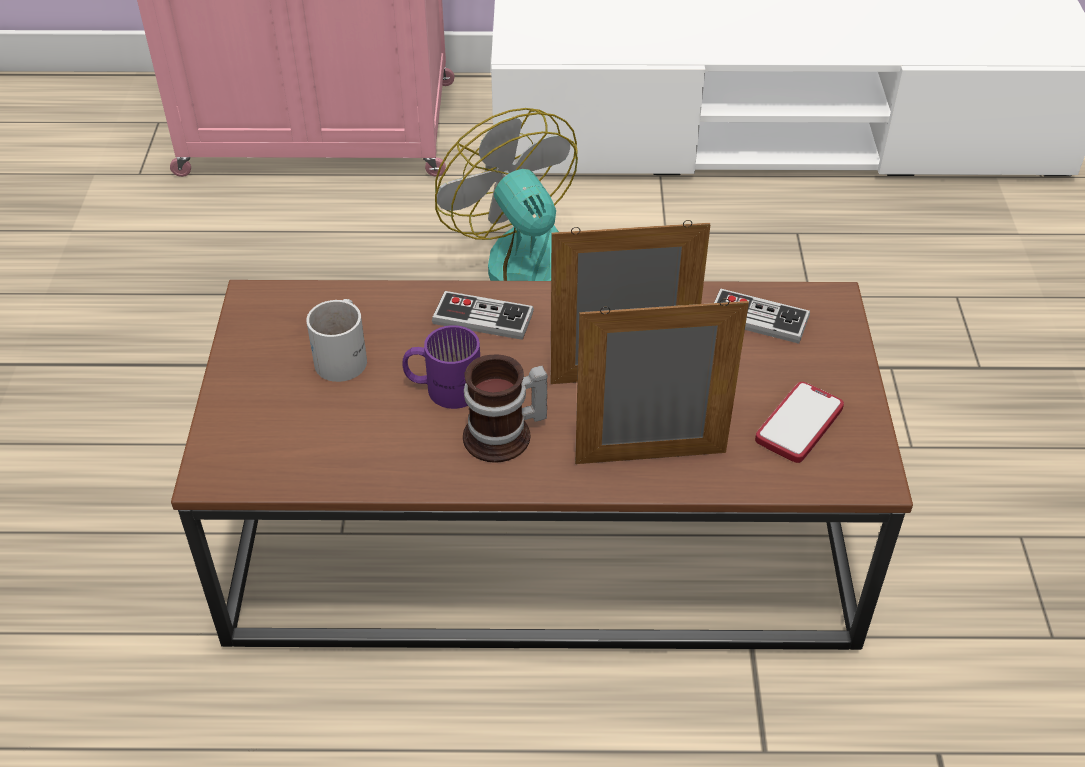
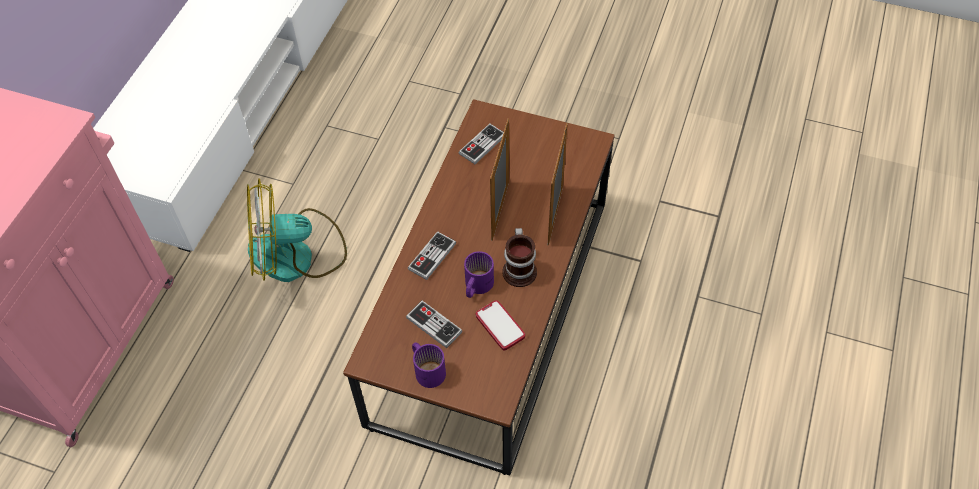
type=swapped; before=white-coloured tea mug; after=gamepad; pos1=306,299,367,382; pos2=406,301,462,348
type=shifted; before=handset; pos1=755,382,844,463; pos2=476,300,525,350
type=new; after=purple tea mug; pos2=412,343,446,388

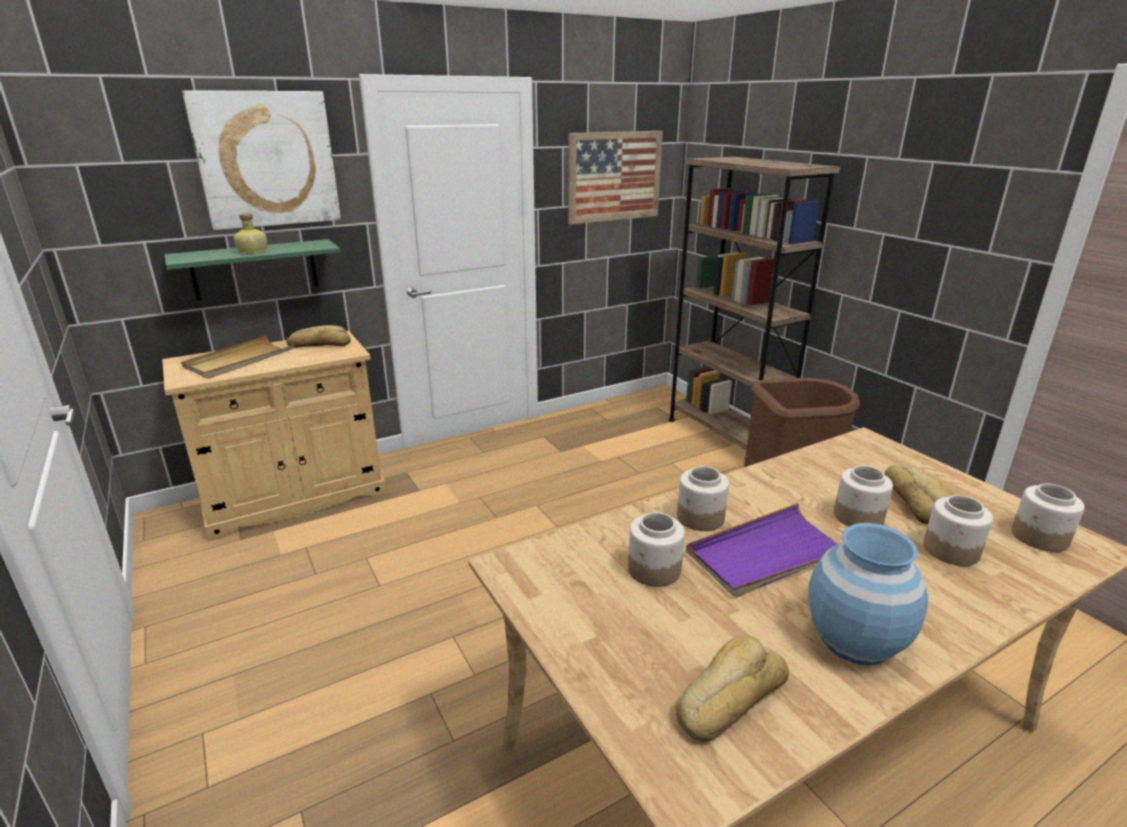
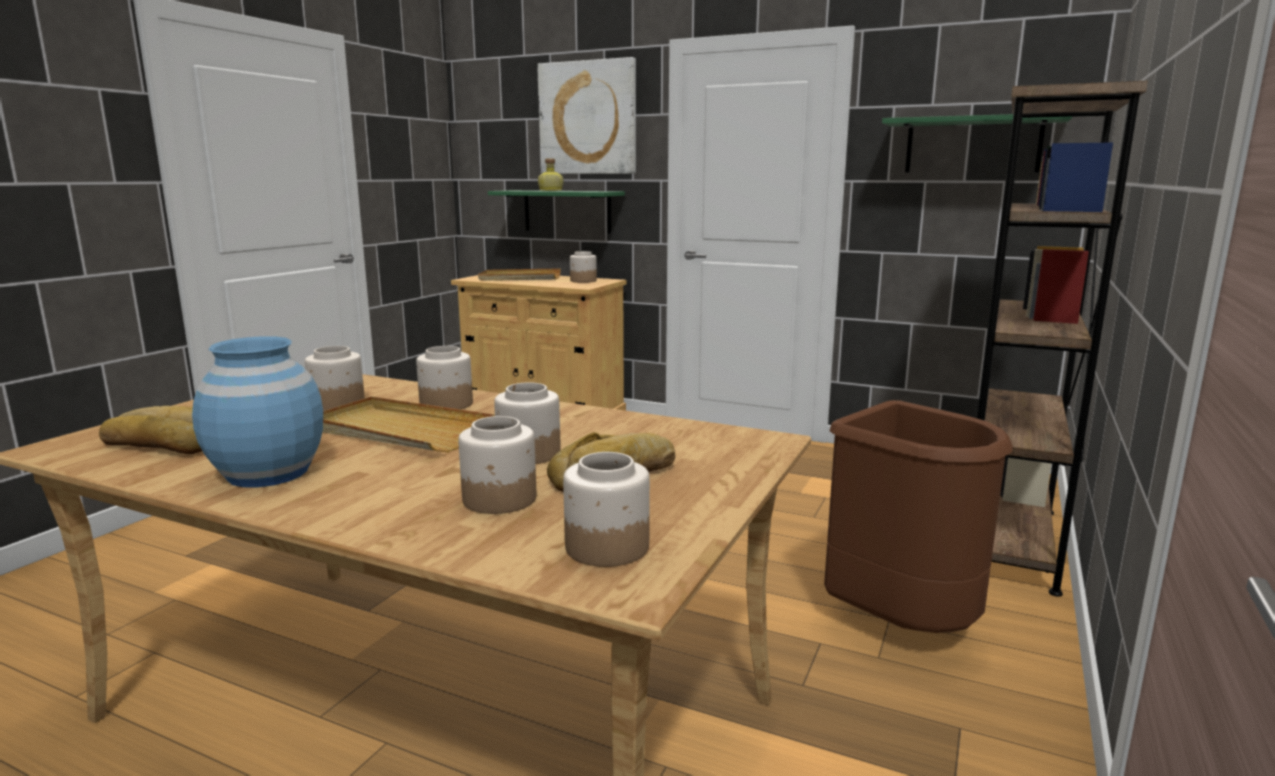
type=swapped; before=baked bread; after=jar; pos1=287,325,351,348; pos2=570,251,597,283
type=swapped; before=wall picture; after=green bracket shelf; pos1=568,131,663,225; pos2=882,114,1072,172
type=repainted; before=purple tray; after=beige-coloured tray; pos1=686,503,839,598; pos2=322,396,495,452

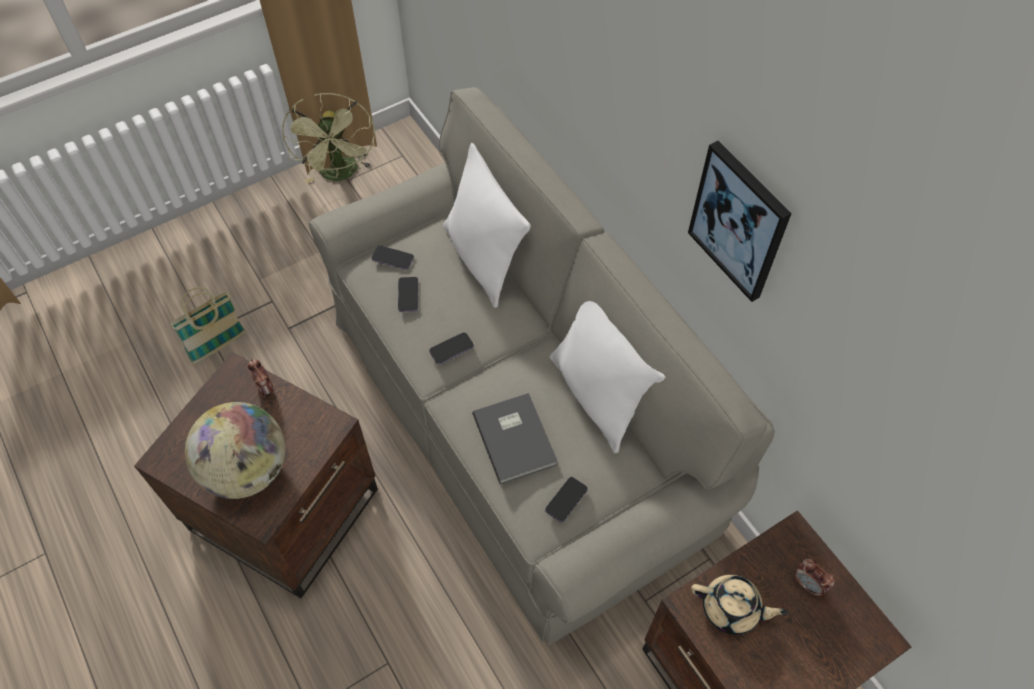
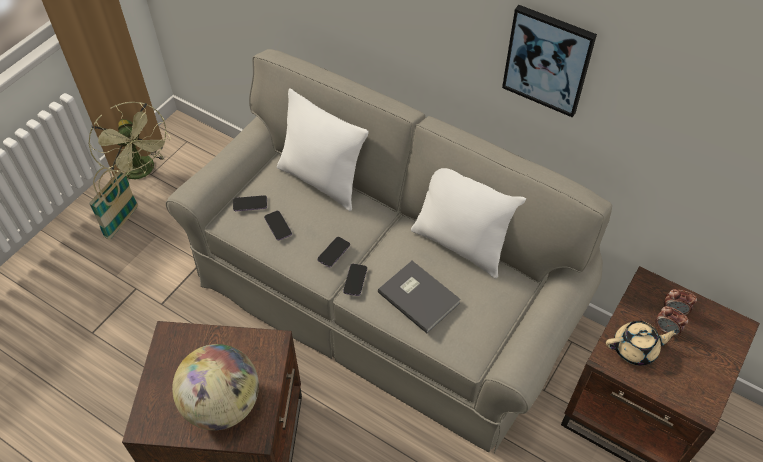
type=shifted; before=basket; pos1=170,287,246,364; pos2=89,167,138,239
type=shifted; before=bedside clock; pos1=248,359,274,397; pos2=655,306,688,337
type=shifted; before=handset; pos1=545,477,588,523; pos2=343,264,367,296

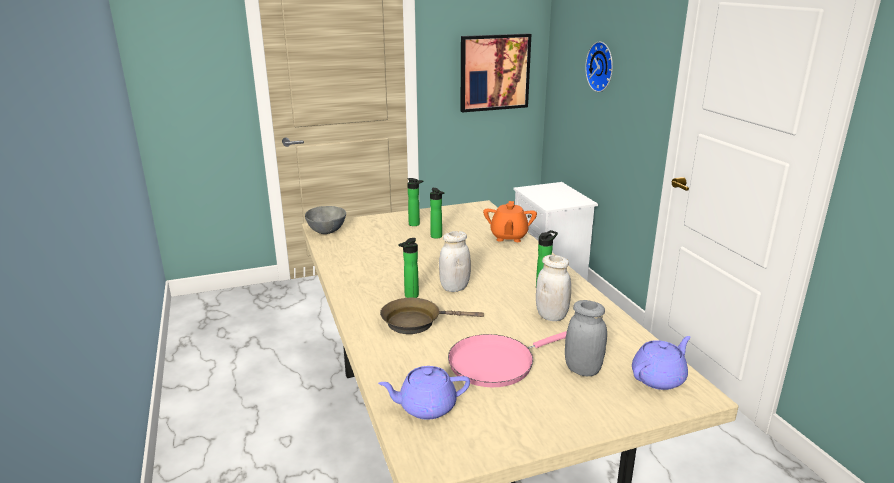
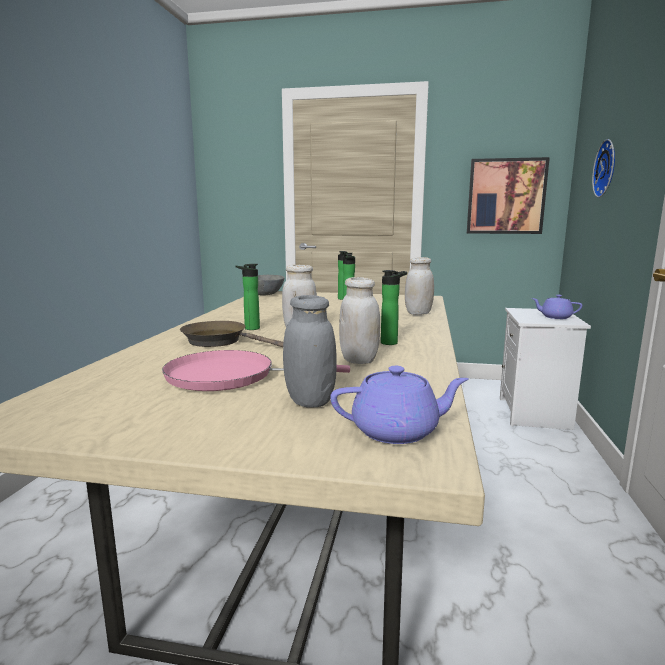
type=shifted; before=purple tea pot; pos1=378,366,470,420; pos2=532,295,582,319
type=swapped; before=orange tea pot; after=white-coloured jar; pos1=483,201,537,242; pos2=405,257,434,315

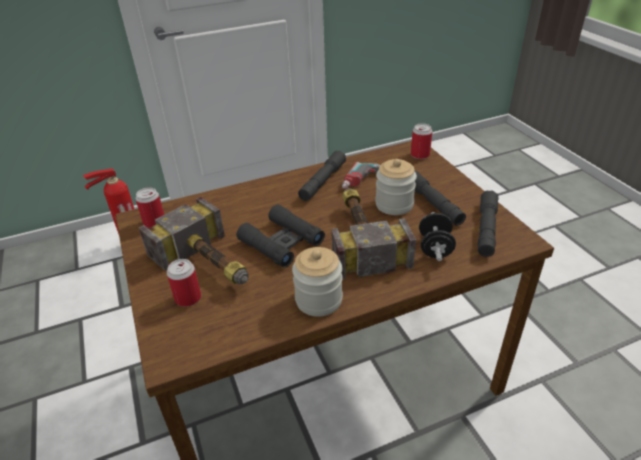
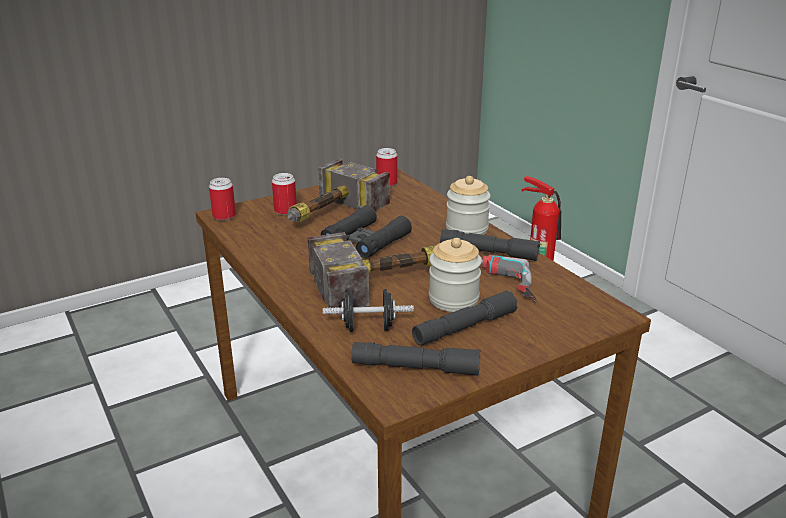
type=shifted; before=jar; pos1=292,247,343,317; pos2=446,176,491,235
type=shifted; before=can; pos1=411,123,432,159; pos2=209,178,236,220

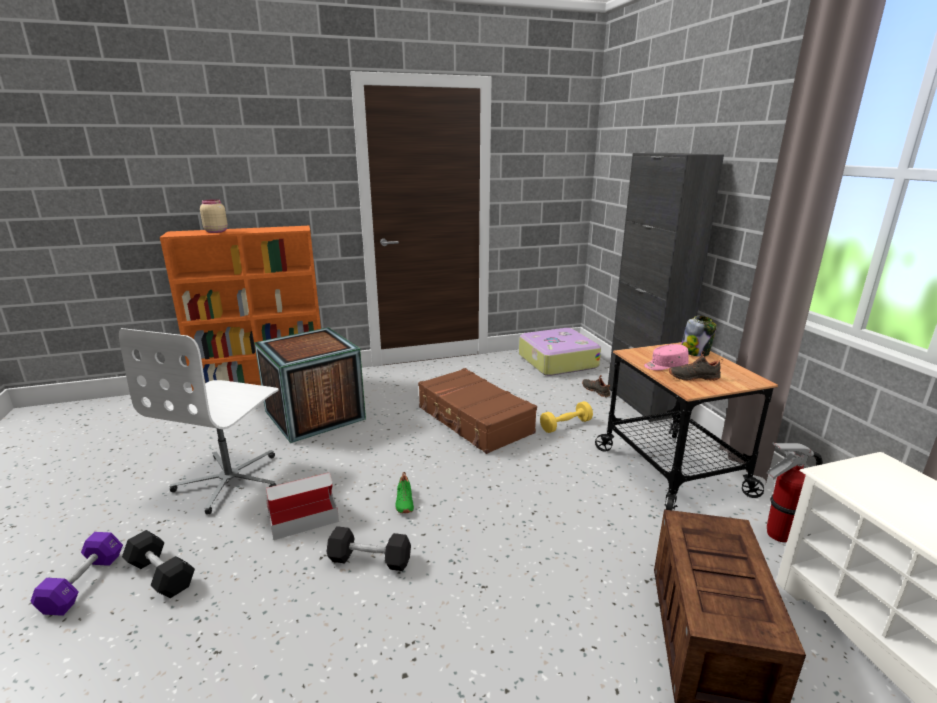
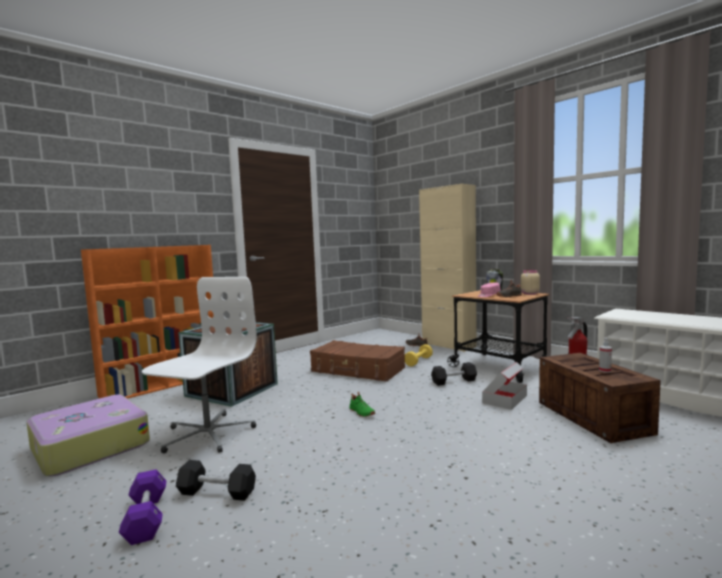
type=rotated; before=white-coloured computer chair; pos1=119,328,278,514; pos2=142,277,257,453; turn=-150
type=shifted; before=beige-coloured jar; pos1=200,199,228,233; pos2=521,270,540,295
type=shifted; before=packing box; pos1=266,472,339,540; pos2=482,362,527,410
type=shifted; before=black-coloured hand weight; pos1=327,526,411,571; pos2=431,362,477,386
type=shifted; before=suitcase; pos1=519,328,601,376; pos2=26,394,150,477
type=repainted; before=black-coloured cupboard; after=beige-coloured cupboard; pos1=608,153,724,422; pos2=419,184,477,352
type=new; after=sprayer; pos2=599,338,612,373

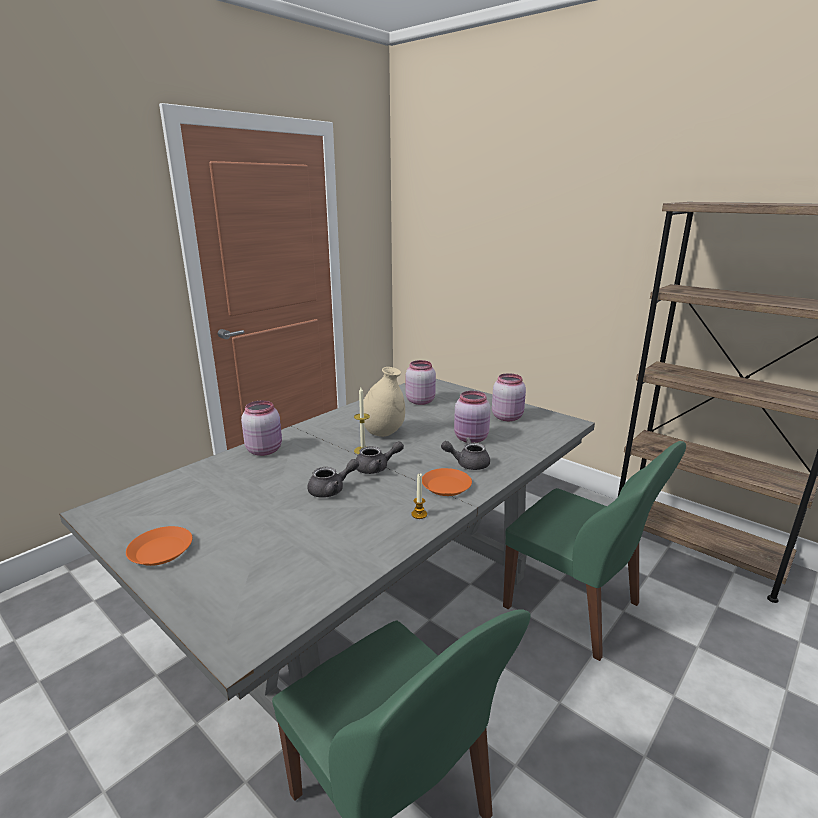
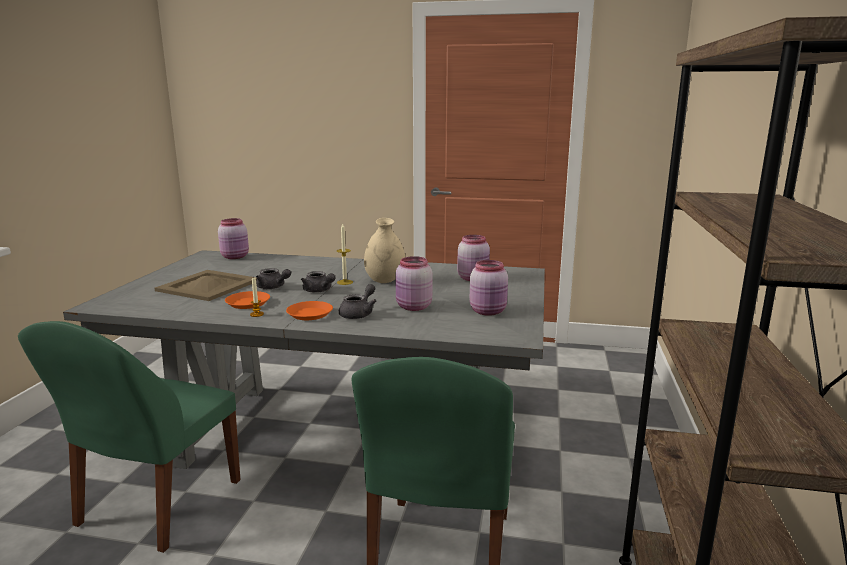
type=shifted; before=orange dinner plate; pos1=126,526,192,566; pos2=225,291,270,309
type=shifted; before=pink jar; pos1=241,401,282,456; pos2=218,218,249,259
type=rotated; before=grey tea pot; pos1=441,437,490,470; pos2=339,284,376,319; turn=60
type=new; after=beige-coloured tray; pos2=154,270,257,301

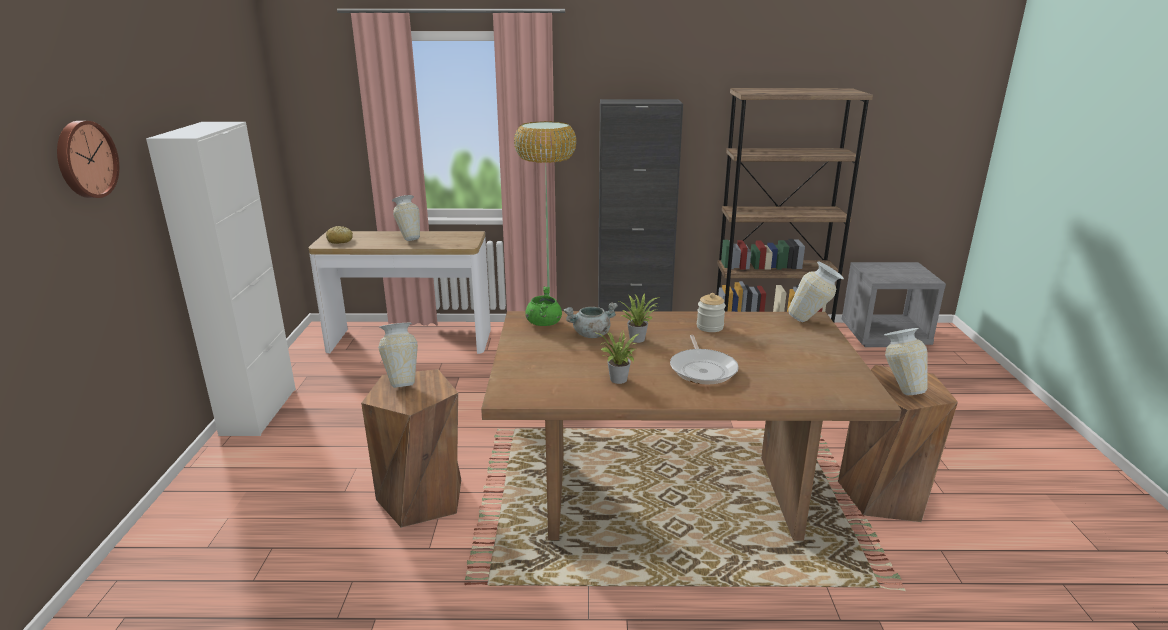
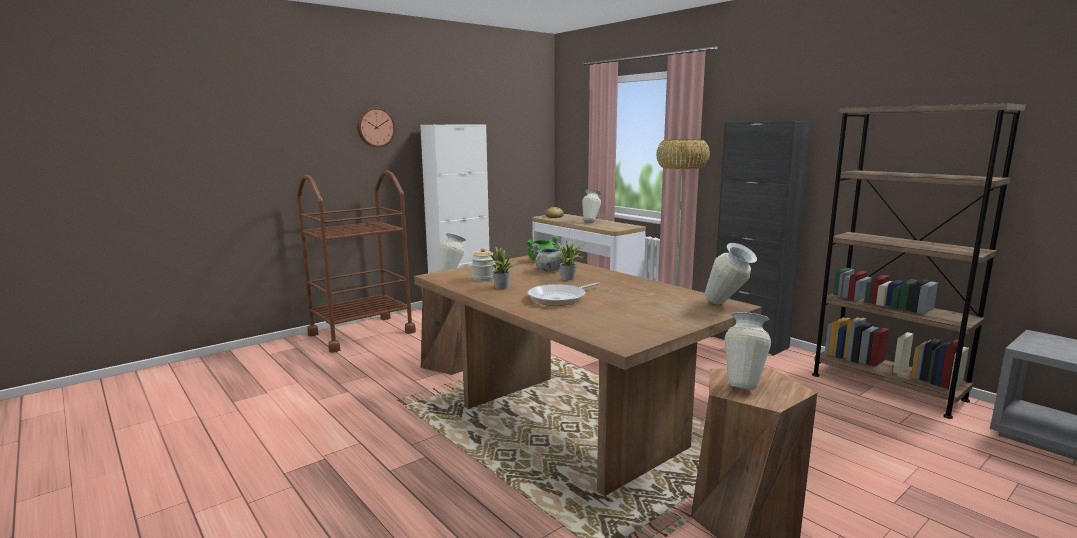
type=shifted; before=jar; pos1=697,293,726,332; pos2=471,248,495,281
type=new; after=brown cart; pos2=297,170,416,353

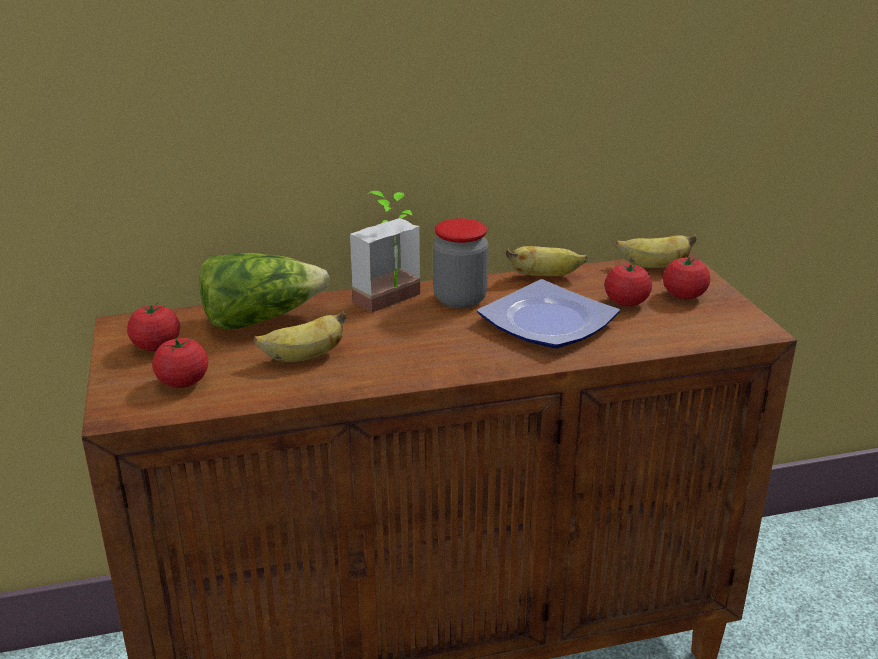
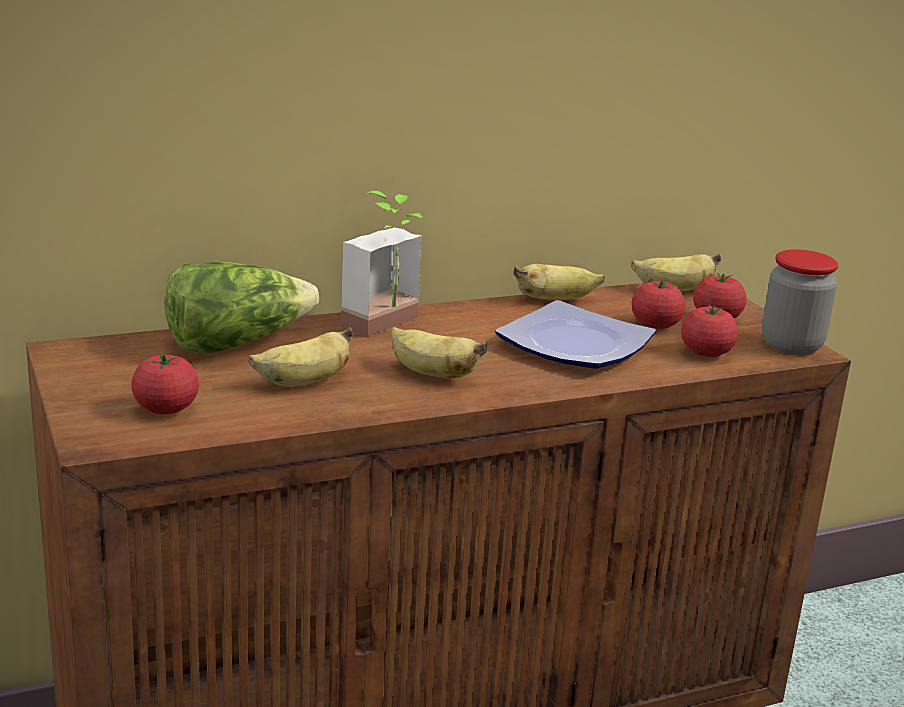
type=shifted; before=whole tomato; pos1=127,303,180,351; pos2=681,304,738,357
type=shifted; before=jar; pos1=433,218,489,309; pos2=762,249,839,355
type=new; after=banana fruit; pos2=391,327,487,379

